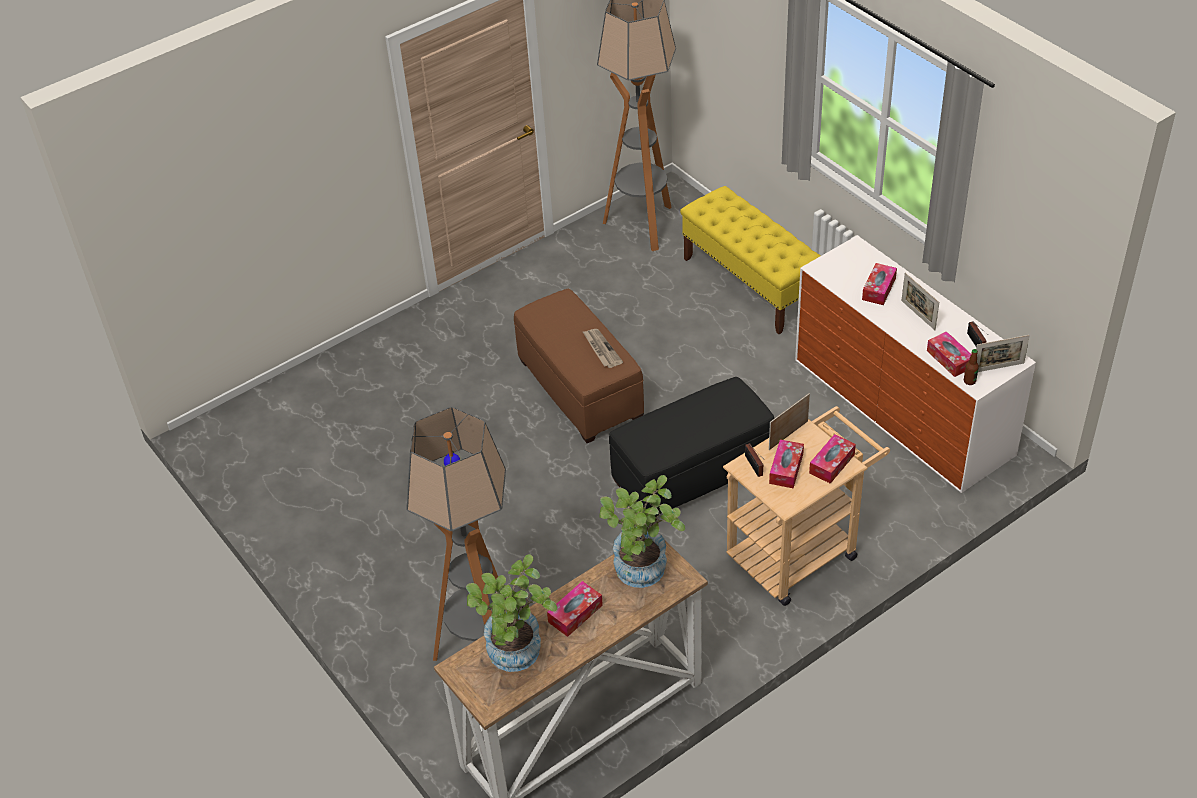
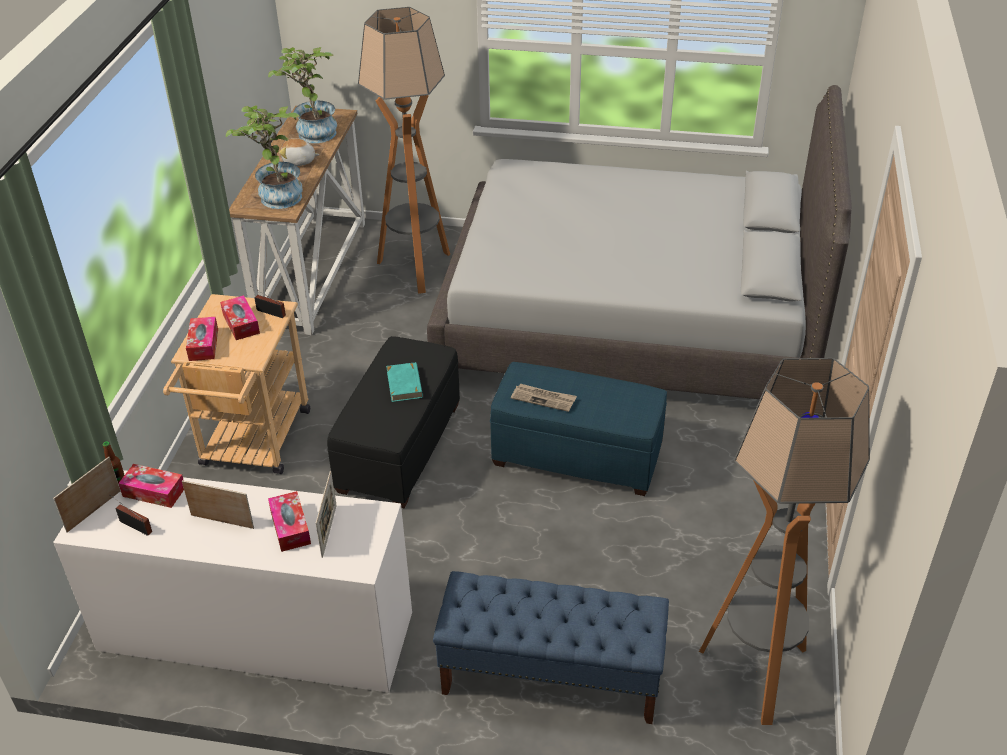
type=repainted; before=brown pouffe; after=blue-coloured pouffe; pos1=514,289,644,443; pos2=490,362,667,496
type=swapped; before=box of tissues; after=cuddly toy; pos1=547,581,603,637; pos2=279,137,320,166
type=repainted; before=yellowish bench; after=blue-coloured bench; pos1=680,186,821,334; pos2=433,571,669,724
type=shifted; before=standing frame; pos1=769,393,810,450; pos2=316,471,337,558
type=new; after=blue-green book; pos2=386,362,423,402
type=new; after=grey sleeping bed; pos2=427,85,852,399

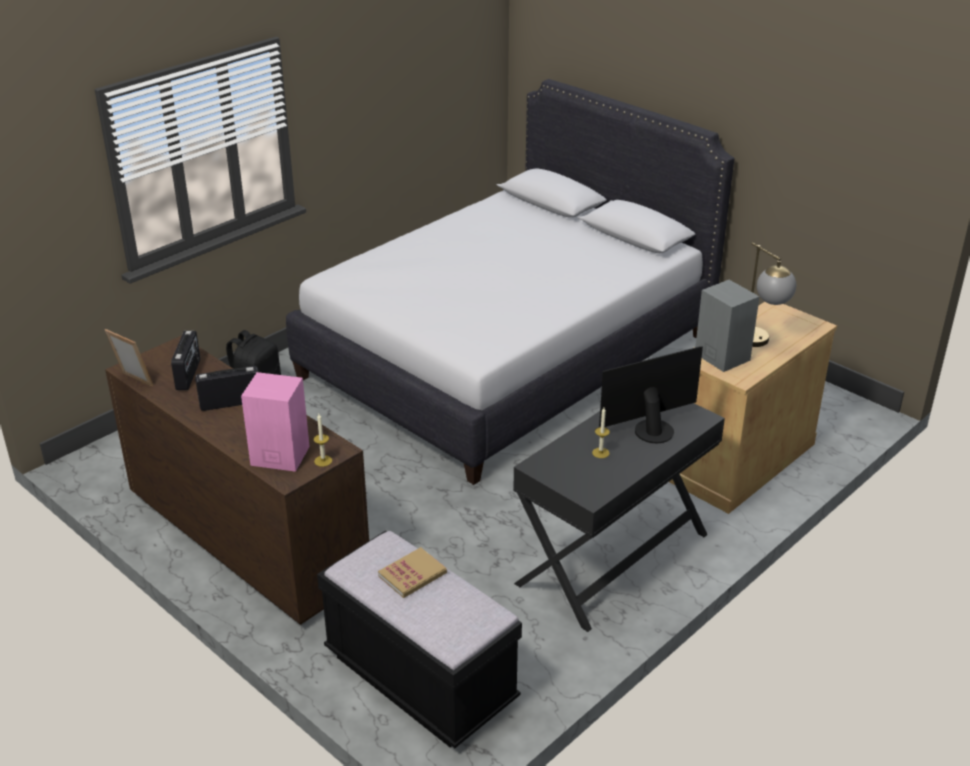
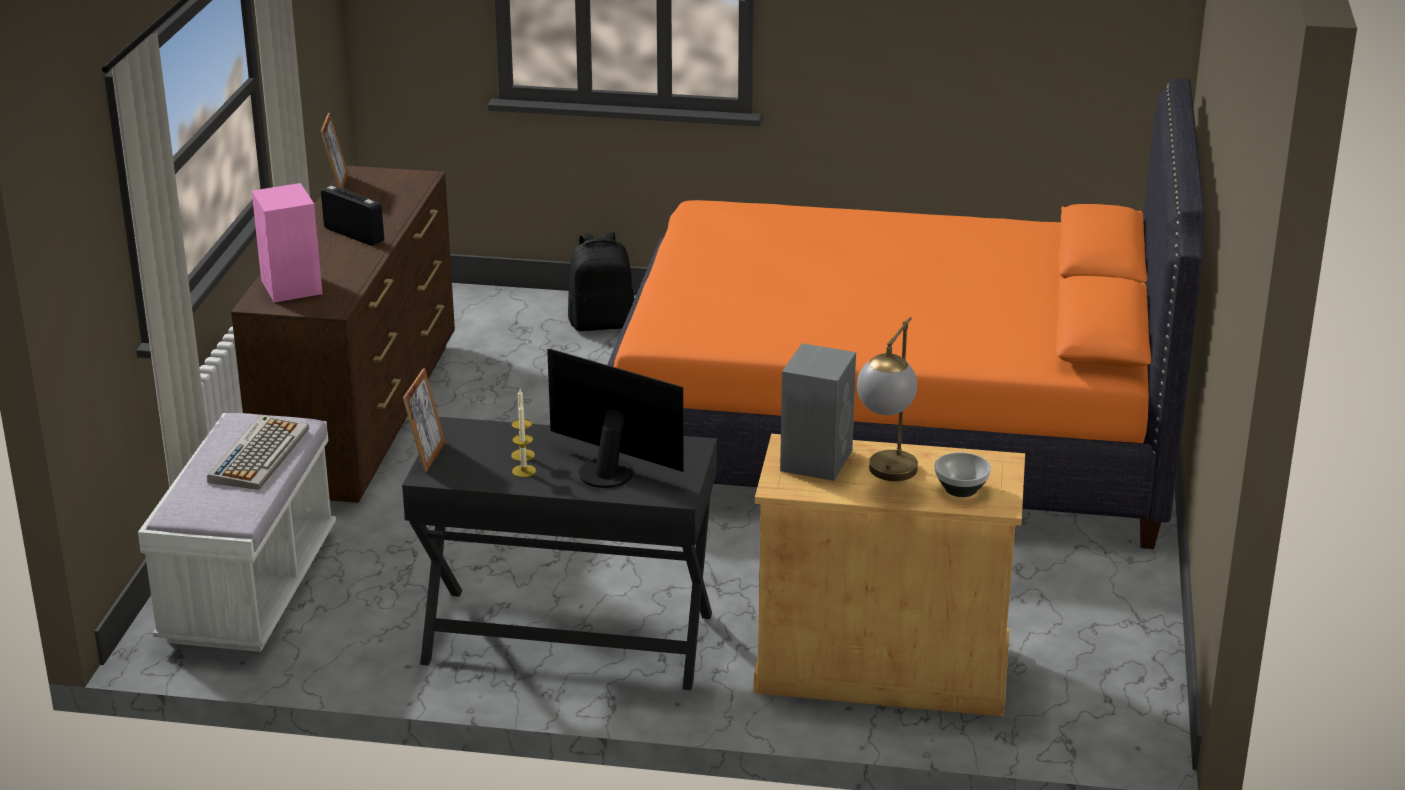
type=gone; before=radio receiver; pos1=171,331,200,390
type=repainted; before=white-coloured sleeping bed; after=orange sleeping bed; pos1=286,79,734,485; pos2=607,78,1205,549
type=shifted; before=wax light; pos1=314,414,332,467; pos2=512,404,536,477
type=repainted; before=black-coloured bench; after=white-coloured bench; pos1=317,530,522,748; pos2=138,413,336,652
type=swapped; before=book; after=PC keyboard; pos1=378,547,447,598; pos2=207,415,309,490
type=new; after=standing frame; pos2=403,369,446,472
type=new; after=bowl; pos2=934,452,991,497

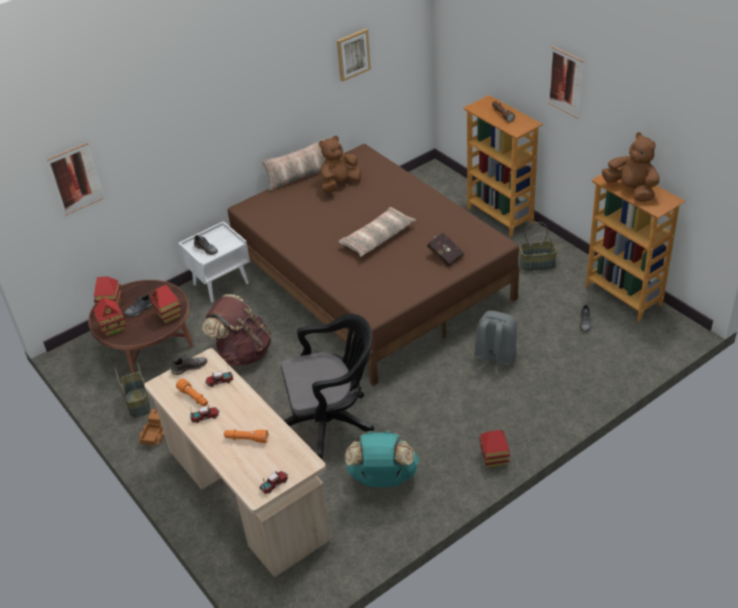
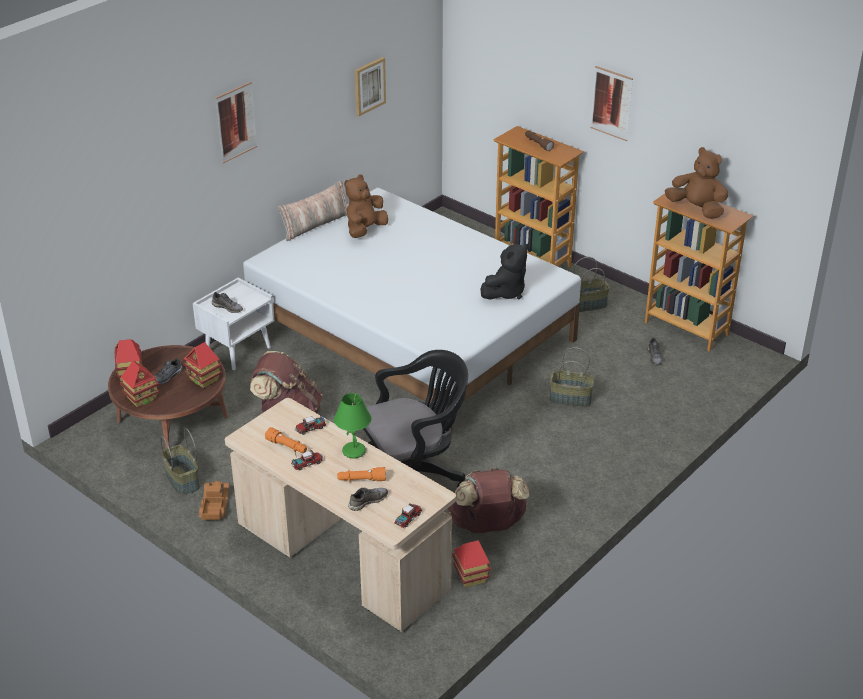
type=shifted; before=wall picture; pos1=47,142,104,216; pos2=215,82,257,163
type=shifted; before=grey item of footwear; pos1=171,356,207,375; pos2=348,488,388,511
type=repainted; before=brown sleeping bed; after=white-coloured sleeping bed; pos1=228,144,519,386; pos2=243,188,581,435
type=gone; before=pillow; pos1=339,207,416,257
type=repainted; before=blue-green knapsack; after=brown knapsack; pos1=345,430,419,487; pos2=448,468,529,533
type=swapped; before=reddish book; after=black-coloured cuddly toy; pos1=427,233,464,267; pos2=480,244,529,300
type=swapped; before=grey knapsack; after=basket; pos1=475,311,517,375; pos2=549,347,595,407
type=shifted; before=model house; pos1=479,430,511,468; pos2=452,540,491,588
type=new; after=green table lamp; pos2=334,393,371,458

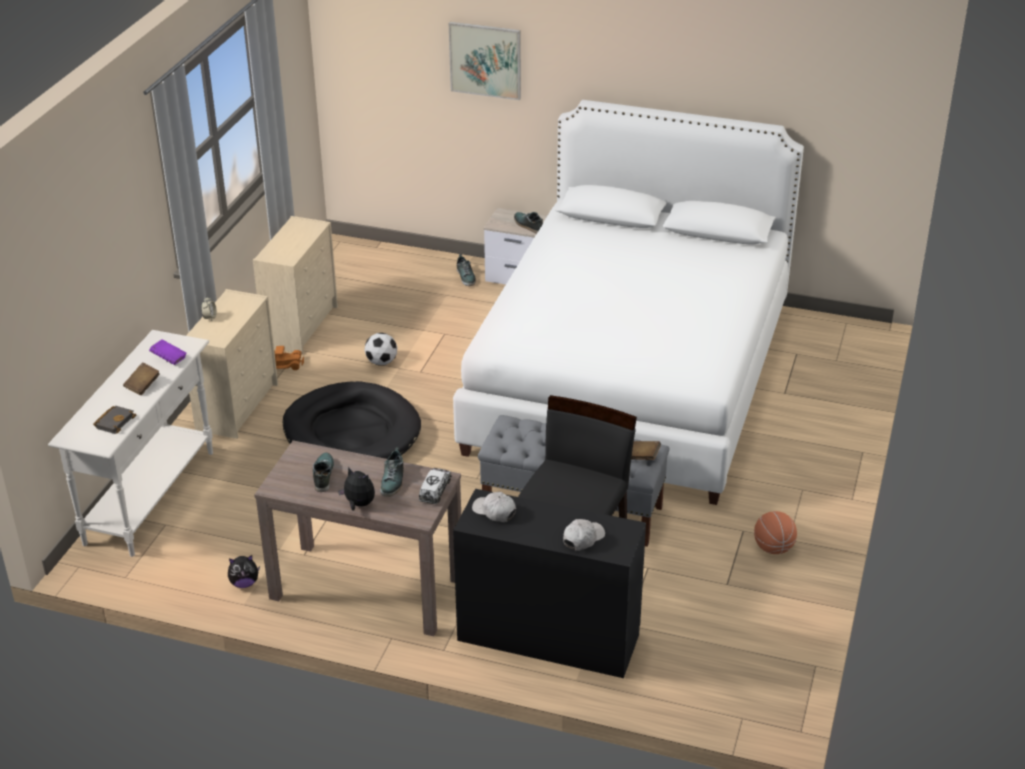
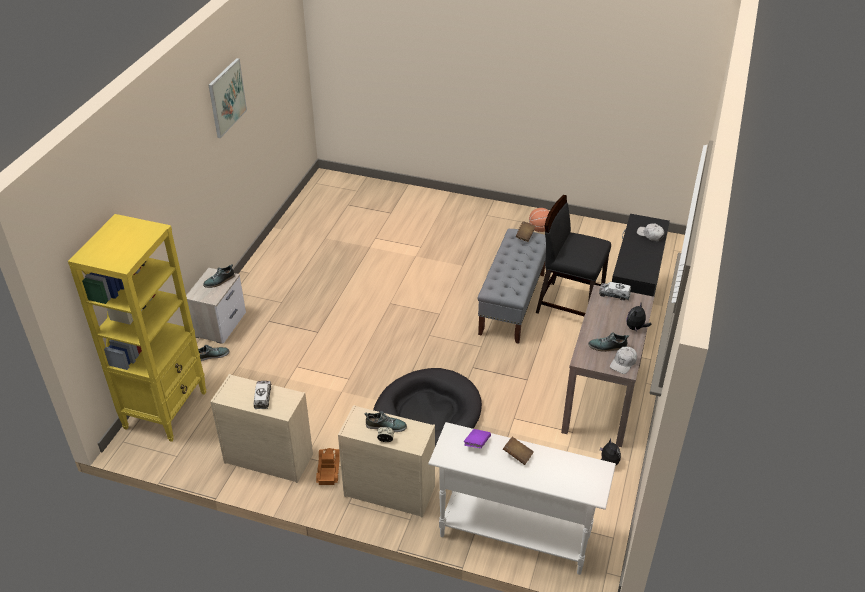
type=gone; before=black-coloured book; pos1=93,406,137,434
type=gone; before=football ball; pos1=364,333,397,366
type=shifted; before=item of footwear; pos1=380,447,404,497; pos2=365,411,407,432
type=shifted; before=wall picture; pos1=449,22,521,100; pos2=209,58,247,138
type=gone; before=white-coloured sleeping bed; pos1=453,100,804,505
type=shifted; before=white-coloured baseball cap; pos1=472,492,516,522; pos2=610,347,637,374
type=new; after=yellowish bookshelf; pos2=68,214,206,442
type=new; after=toy lorry; pos2=254,381,271,409

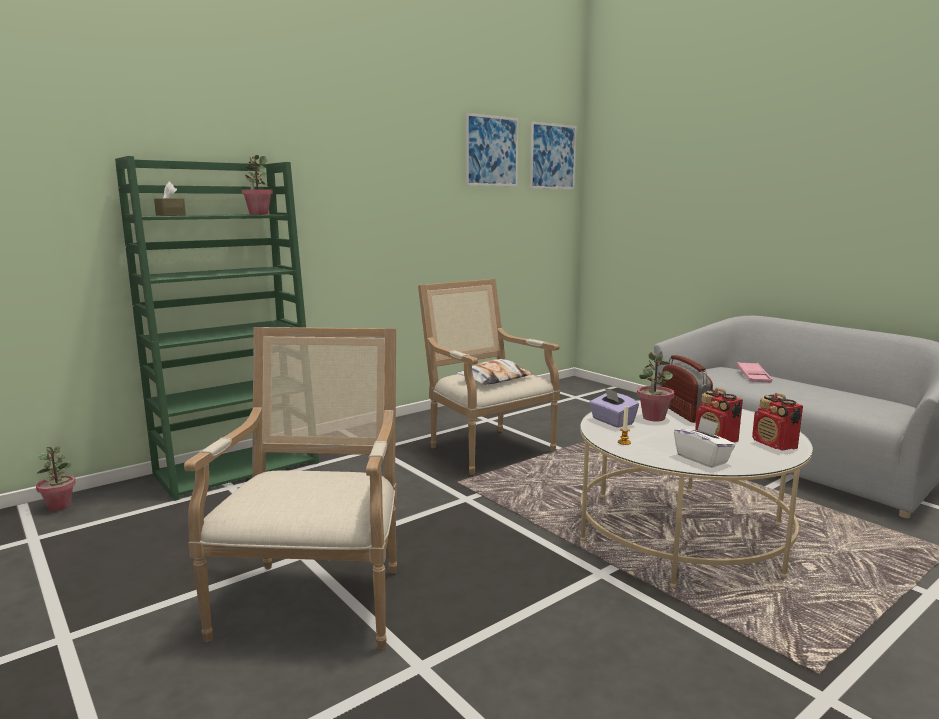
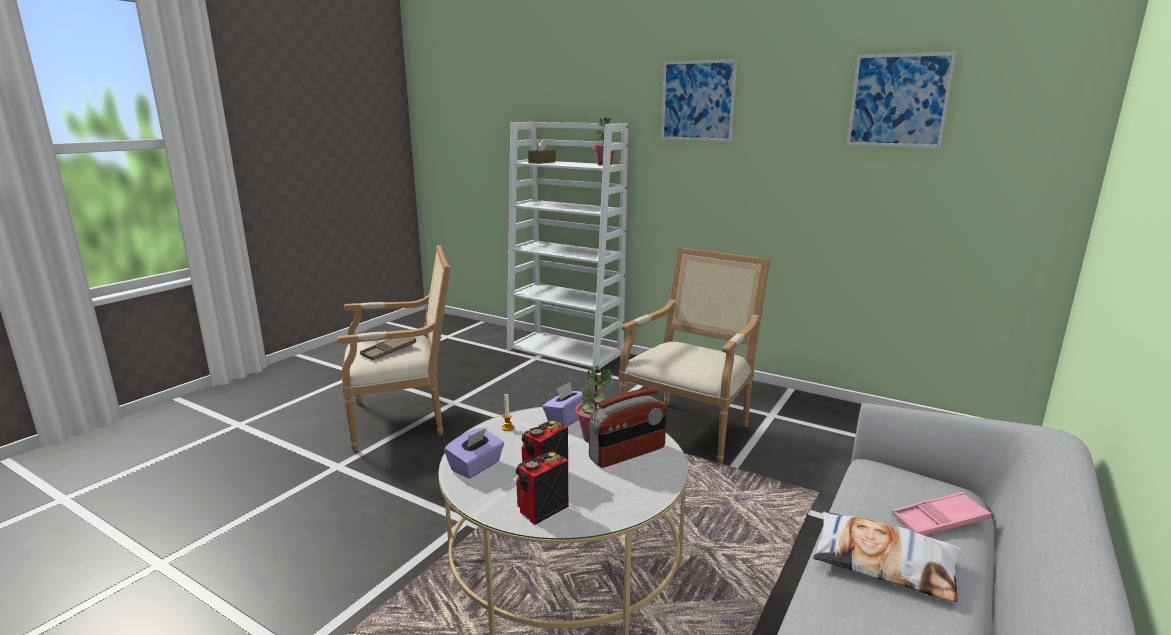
type=gone; before=houseplant; pos1=36,446,76,511
type=repainted; before=green bookshelf; after=white-coloured bookshelf; pos1=115,156,319,501; pos2=507,122,628,370
type=shifted; before=pillow; pos1=456,359,533,385; pos2=813,511,962,602
type=shifted; before=wall picture; pos1=530,122,577,189; pos2=661,59,737,141
type=repainted; before=white-coloured box of tissues; after=purple box of tissues; pos1=674,418,735,468; pos2=444,428,504,479
type=new; after=brown tray; pos2=360,337,416,360

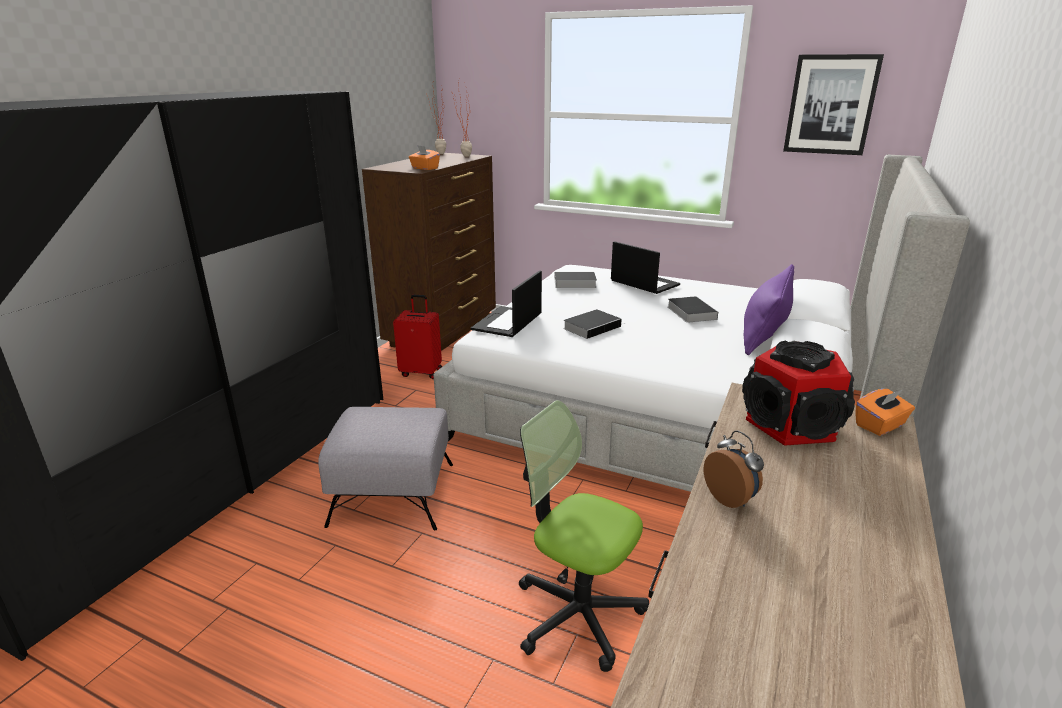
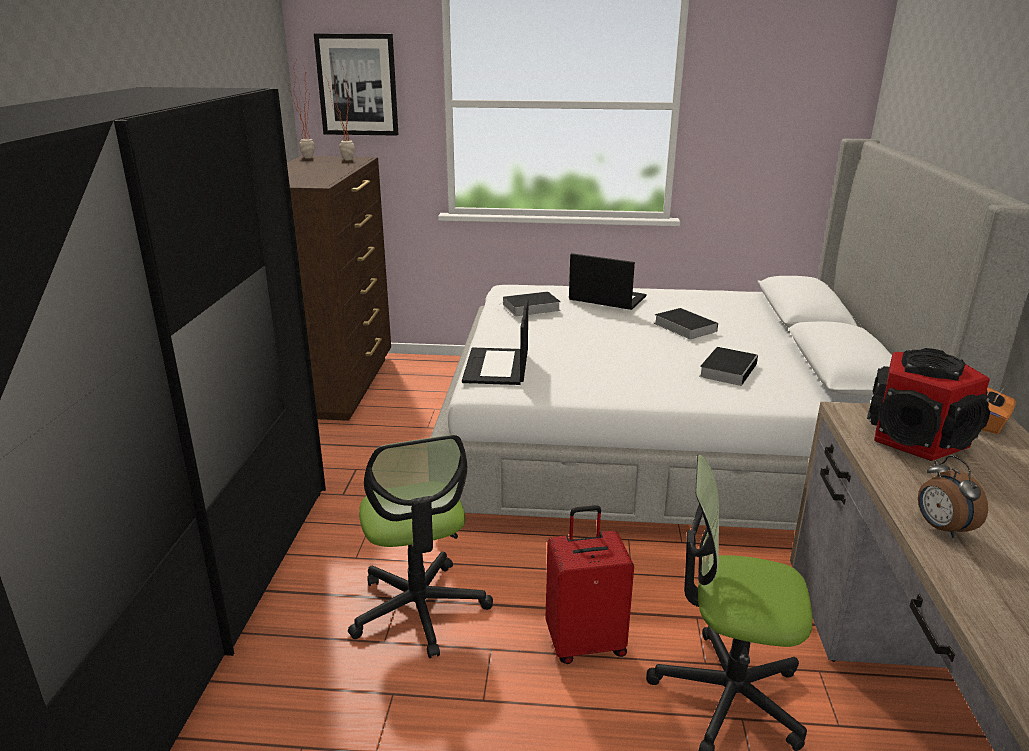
type=swapped; before=grey pouffe; after=computer chair; pos1=318,407,453,530; pos2=348,435,493,658
type=shifted; before=reddish suitcase; pos1=393,294,442,379; pos2=545,505,634,664
type=gone; before=orange box of tissues; pos1=409,145,440,170
type=shifted; before=book; pos1=563,309,621,339; pos2=699,347,758,386
type=rotated; before=bedside clock; pos1=704,431,764,508; pos2=918,456,988,538; turn=-150
type=gone; before=purple pillow; pos1=743,264,794,355
type=shifted; before=wall picture; pos1=783,54,884,155; pos2=314,33,399,136

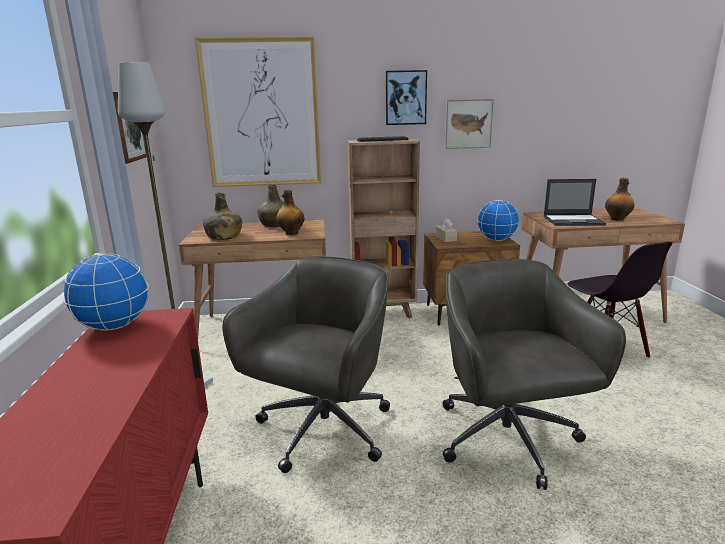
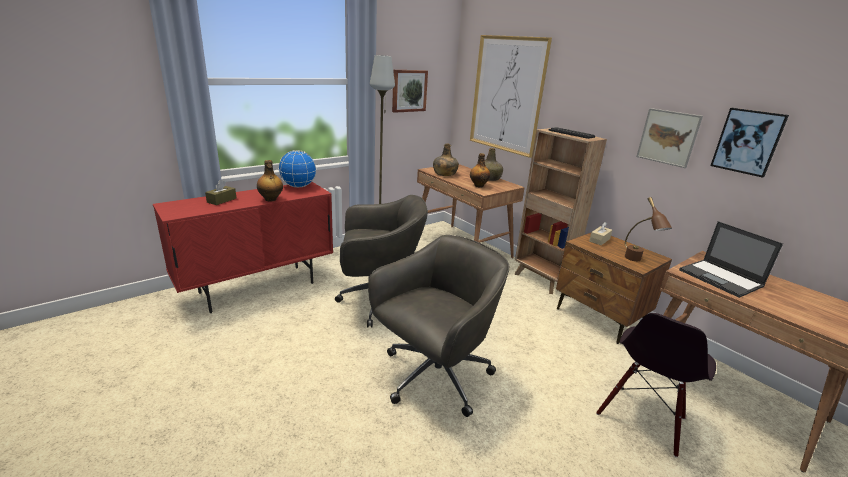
type=shifted; before=wall picture; pos1=386,70,427,125; pos2=710,108,789,178
type=swapped; before=globe; after=brown table lamp; pos1=477,200,519,241; pos2=625,197,672,261
type=shifted; before=bottle; pos1=605,178,635,221; pos2=257,160,283,201
type=new; after=brown box of tissues; pos2=205,180,236,205

